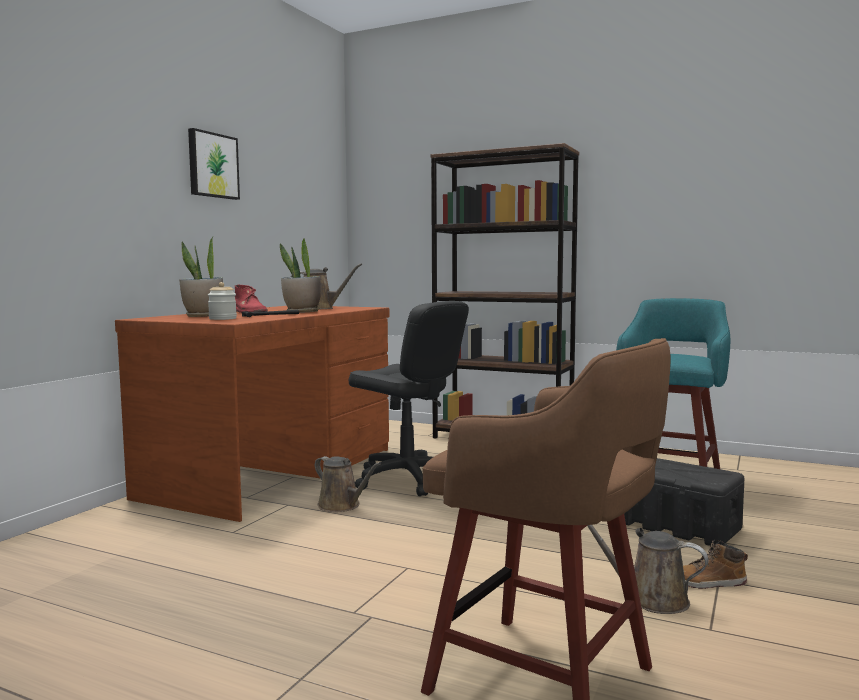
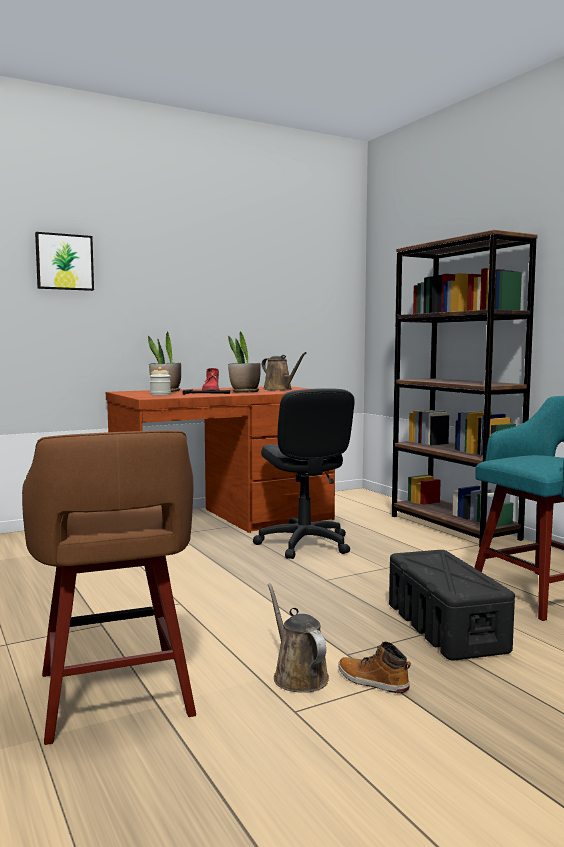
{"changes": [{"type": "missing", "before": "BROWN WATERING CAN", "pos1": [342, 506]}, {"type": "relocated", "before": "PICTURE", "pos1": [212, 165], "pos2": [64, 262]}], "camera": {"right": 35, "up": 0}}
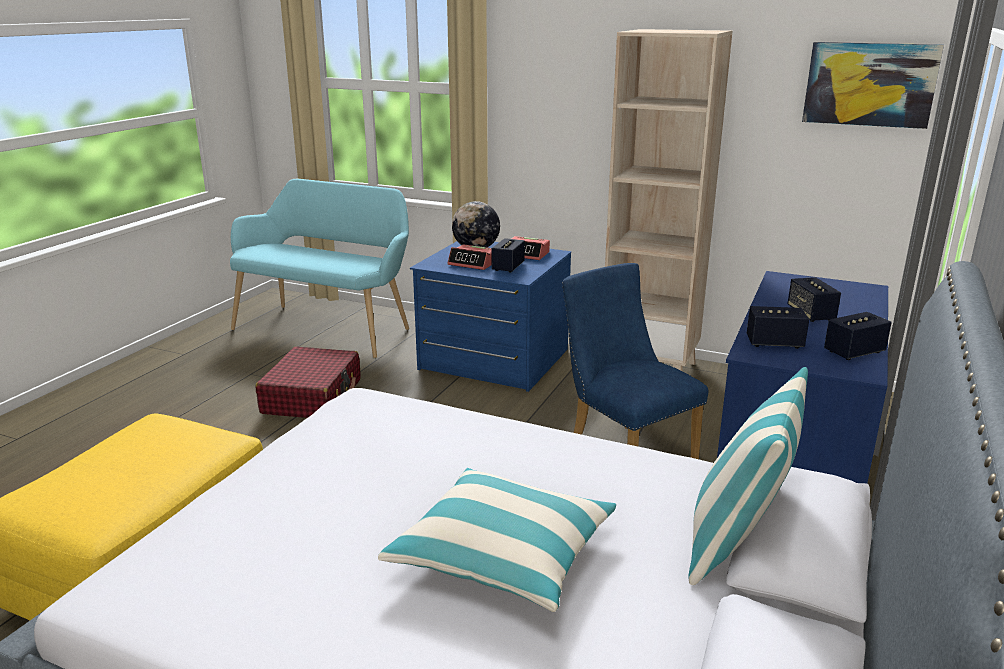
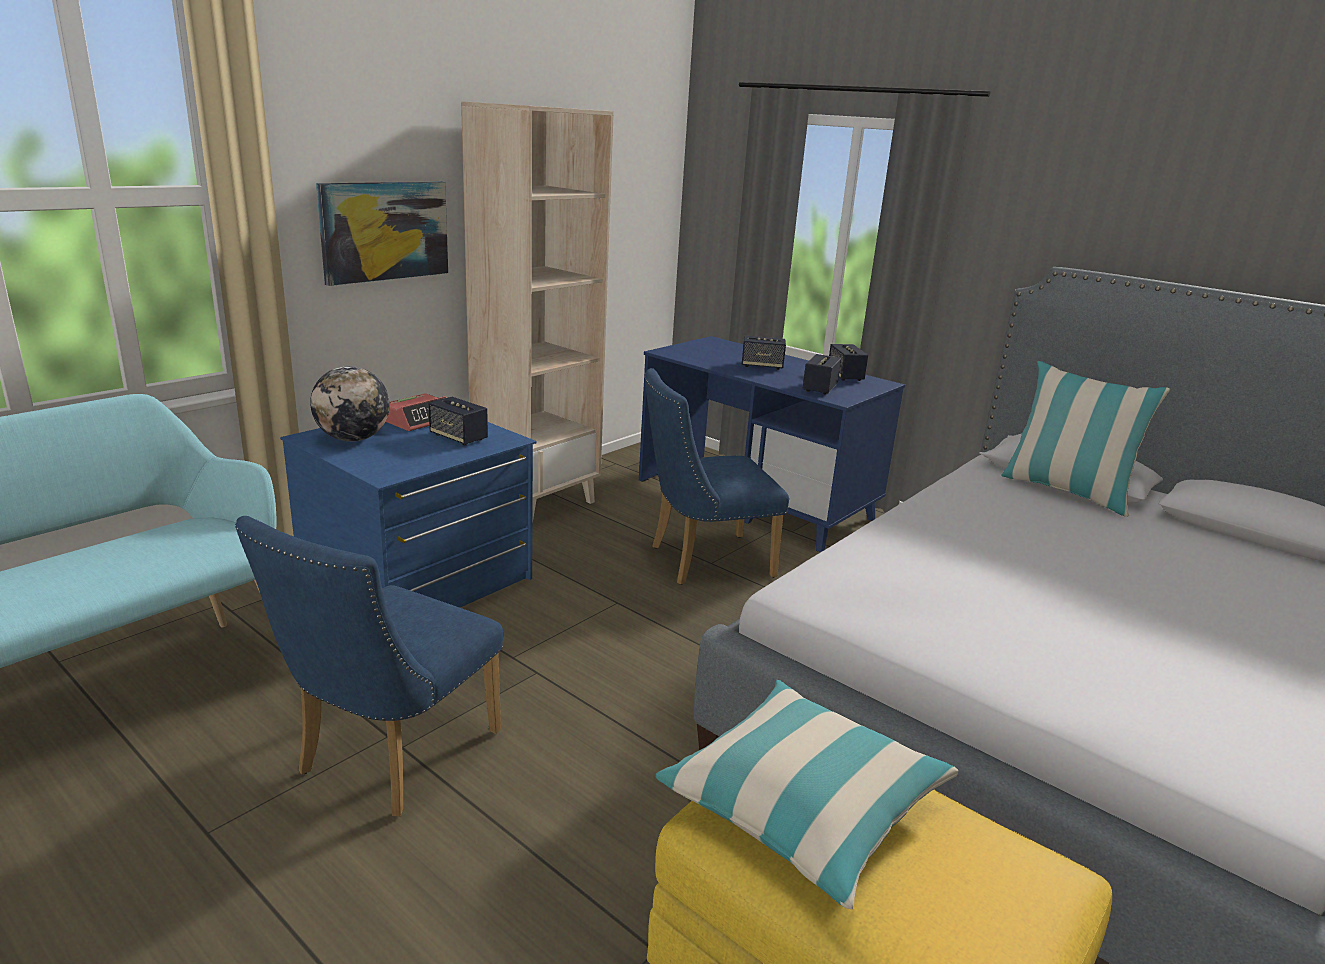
{"changes": [{"type": "missing", "before": "ALARM CLOCK", "pos1": [473, 263]}, {"type": "relocated", "before": "PILLOW", "pos1": [503, 555], "pos2": [803, 804]}, {"type": "relocated", "before": "PICTURE", "pos1": [869, 84], "pos2": [384, 231]}, {"type": "exchanged", "before": "RED SUITCASE", "after": "BLUE CHAIR", "pos1": [312, 396], "pos2": [389, 758]}], "camera": {"right": -75, "up": 0}}
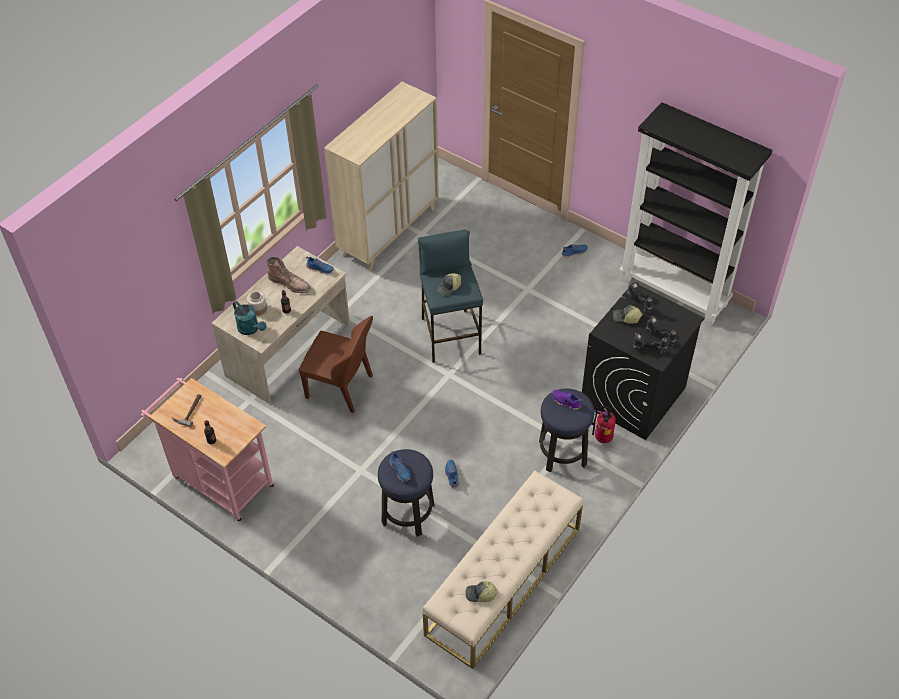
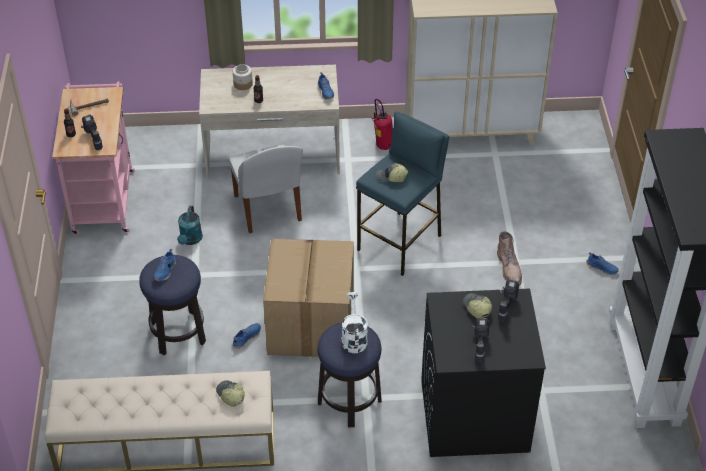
{"changes": [{"type": "appeared", "after": "CARDBOARD BOX", "pos2": [310, 323]}, {"type": "relocated", "before": "TURQUOISE WATERING CAN", "pos1": [251, 329], "pos2": [190, 240]}, {"type": "relocated", "before": "BROWN BOOT", "pos1": [290, 283], "pos2": [509, 269]}, {"type": "relocated", "before": "CAP", "pos1": [480, 594], "pos2": [230, 395]}, {"type": "relocated", "before": "FIRE EXTINGUISHER", "pos1": [602, 438], "pos2": [383, 146]}, {"type": "relocated", "before": "POWER DRILL", "pos1": [647, 350], "pos2": [93, 139]}, {"type": "exchanged", "before": "PURPLE SHOE", "after": "WHITE WATERING CAN", "pos1": [566, 402], "pos2": [353, 337]}, {"type": "colour", "before": "BROWN CHAIR", "after": "WHITE CHAIR", "pos1": [341, 388], "pos2": [268, 210]}], "camera": {"right": 50, "up": -5}}
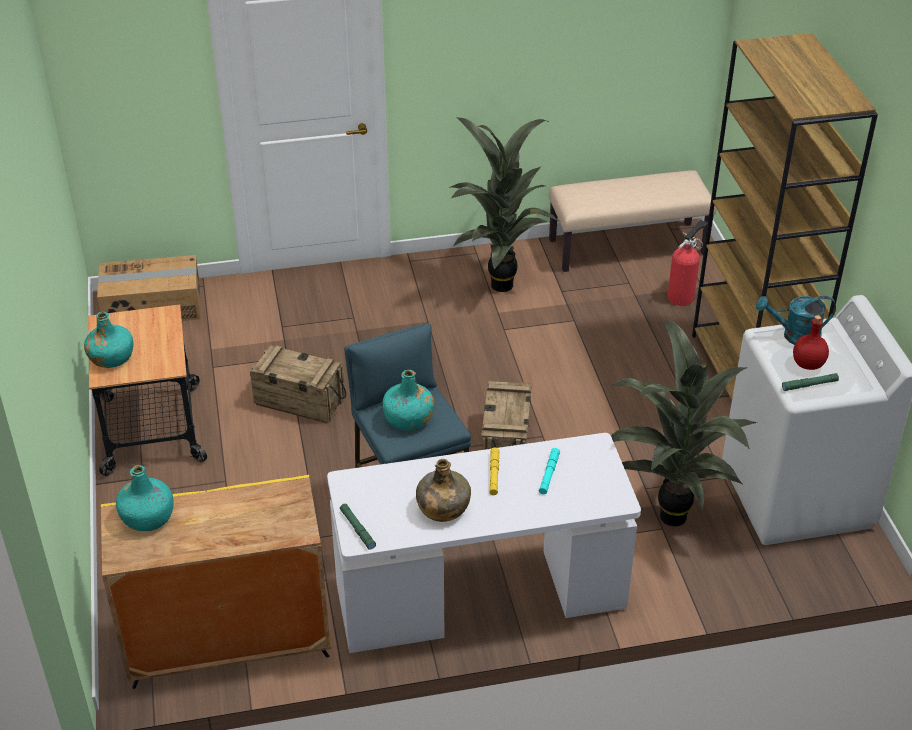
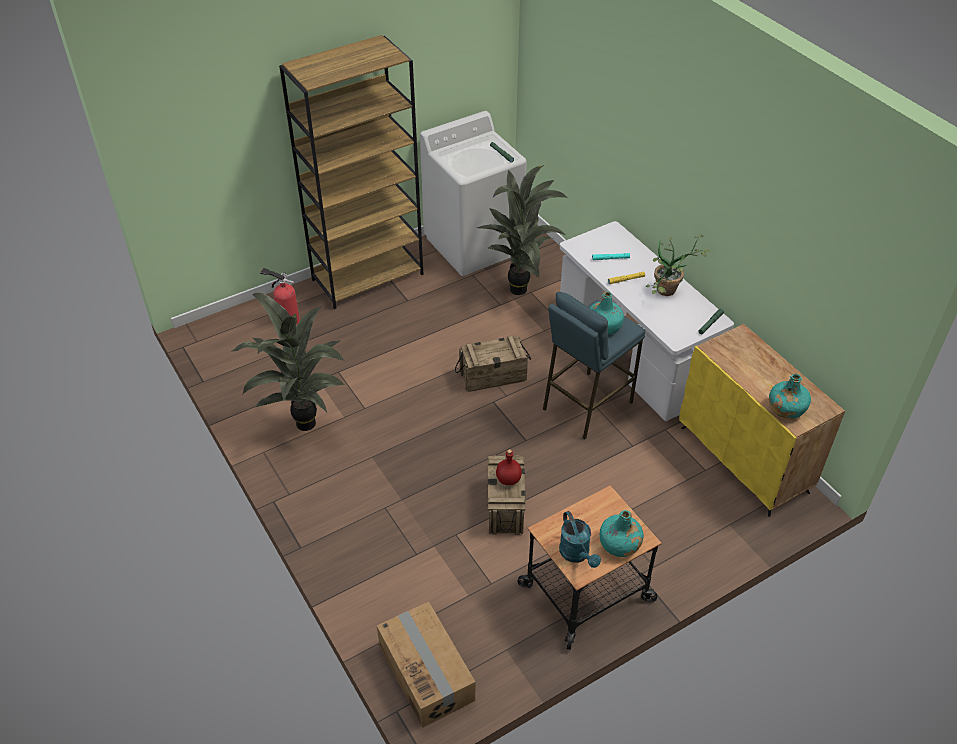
{"changes": [{"type": "missing", "before": "BEIGE BENCH", "pos1": [627, 246]}, {"type": "relocated", "before": "TURQUOISE WATERING CAN", "pos1": [794, 336], "pos2": [577, 555]}, {"type": "relocated", "before": "RED BOTTLE", "pos1": [807, 364], "pos2": [508, 480]}, {"type": "exchanged", "before": "GREEN BOTTLE", "after": "POTTED PLANT", "pos1": [442, 508], "pos2": [668, 293]}], "camera": {"right": -110, "up": 5}}
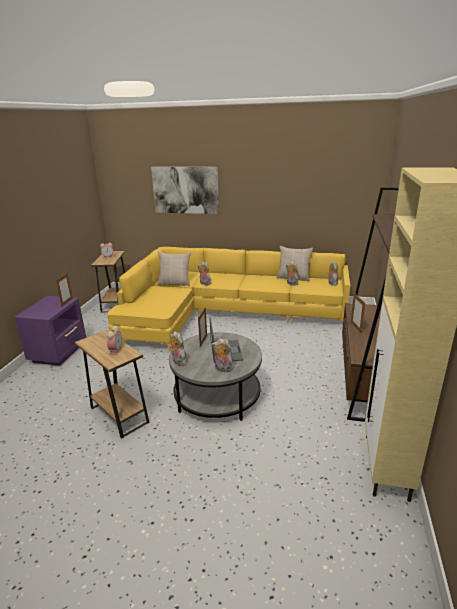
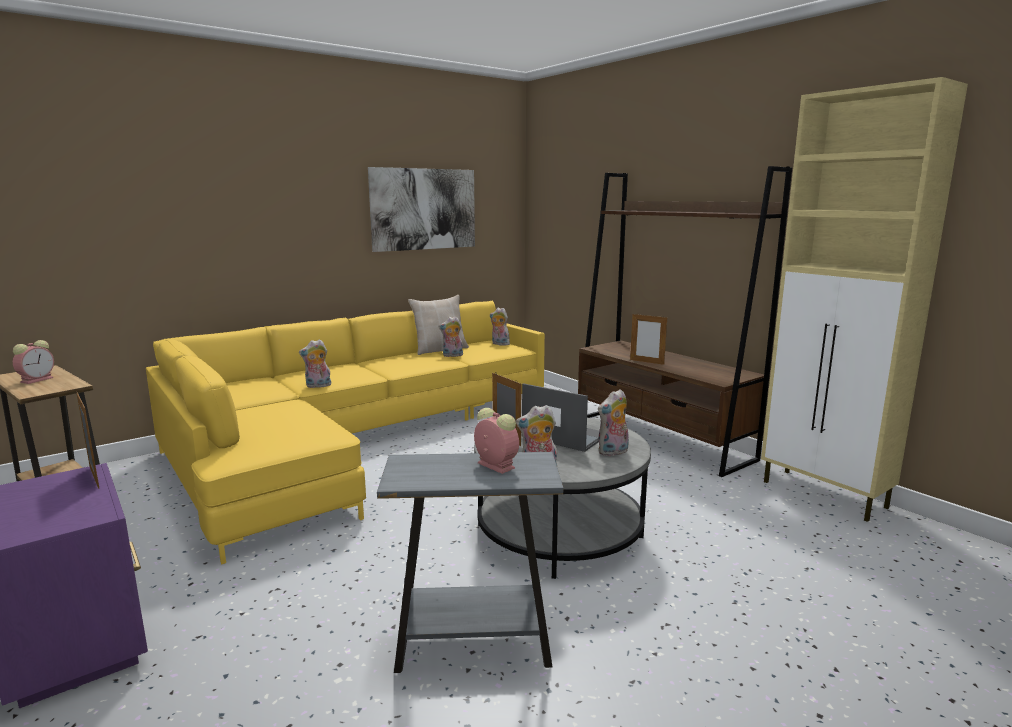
{"changes": [{"type": "missing", "before": "BEIGE PILLOW", "pos1": [175, 283]}, {"type": "relocated", "before": "PICTURE", "pos1": [185, 190], "pos2": [424, 209]}, {"type": "colour", "before": "BROWN SIDE TABLE", "after": "GREY SIDE TABLE", "pos1": [119, 415], "pos2": [473, 644]}], "camera": {"right": -50, "up": -10}}
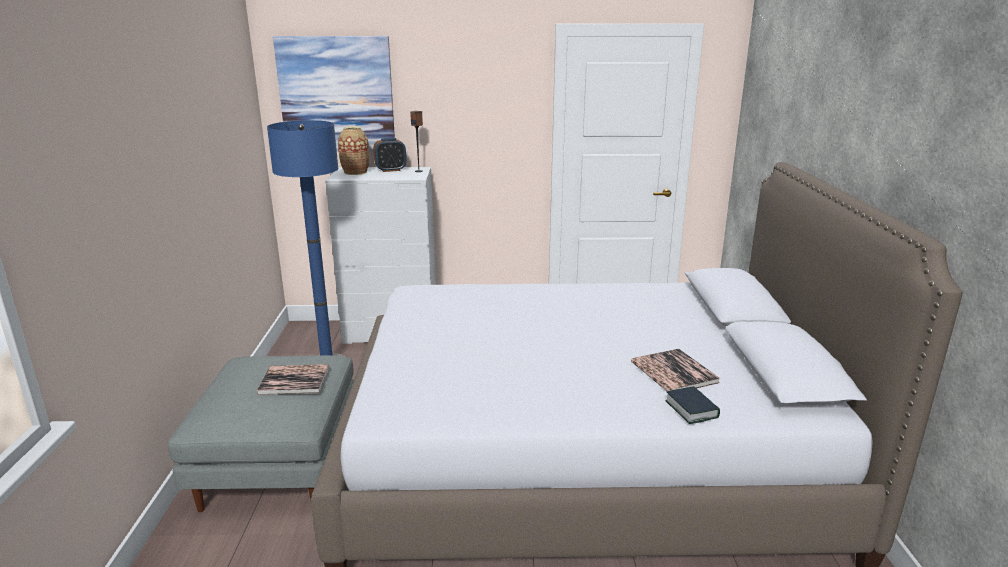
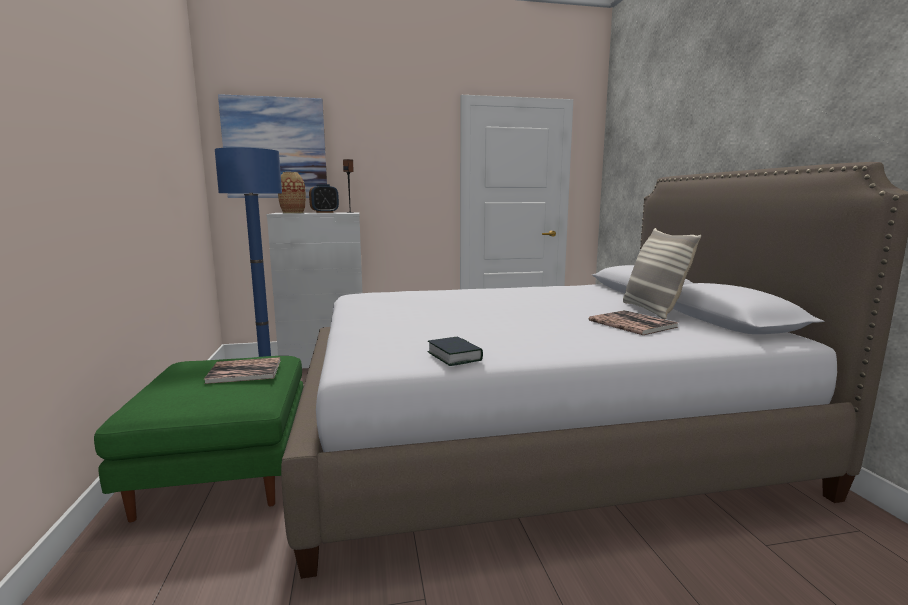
{"changes": [{"type": "appeared", "after": "PILLOW", "pos2": [652, 311]}, {"type": "relocated", "before": "BOOK", "pos1": [691, 409], "pos2": [454, 356]}, {"type": "colour", "before": "GREY OTTOMAN", "after": "GREEN OTTOMAN", "pos1": [280, 465], "pos2": [225, 468]}], "camera": {"right": -10, "up": -10}}
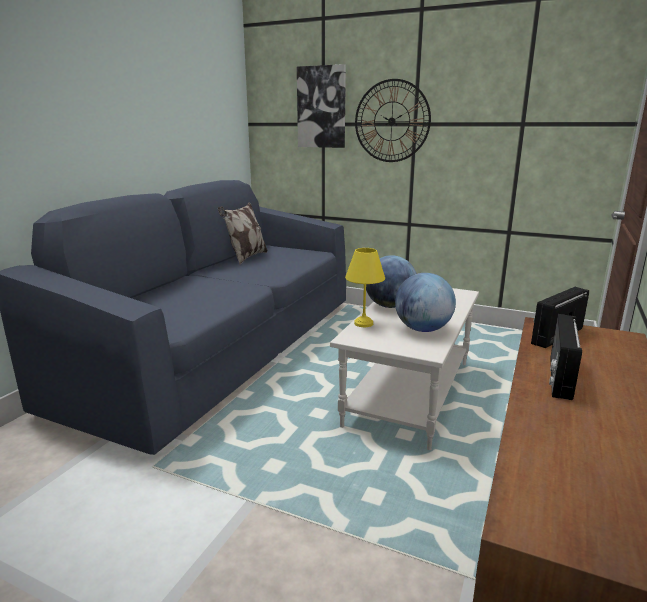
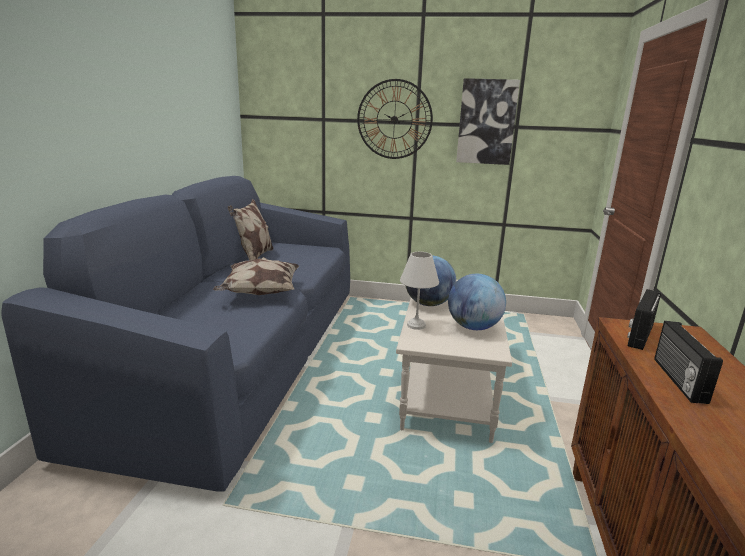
{"changes": [{"type": "appeared", "after": "PILLOW", "pos2": [260, 293]}, {"type": "relocated", "before": "PICTURE", "pos1": [321, 107], "pos2": [486, 122]}, {"type": "colour", "before": "YELLOW TABLE LAMP", "after": "WHITE TABLE LAMP", "pos1": [363, 323], "pos2": [416, 325]}], "camera": {"right": -15, "up": 0}}
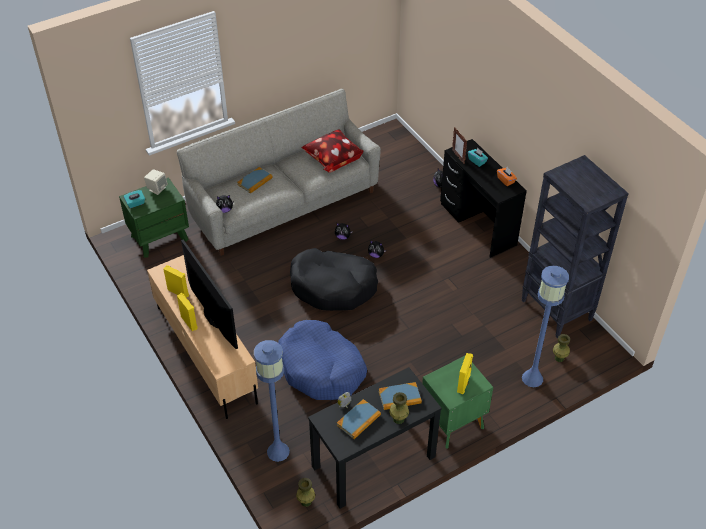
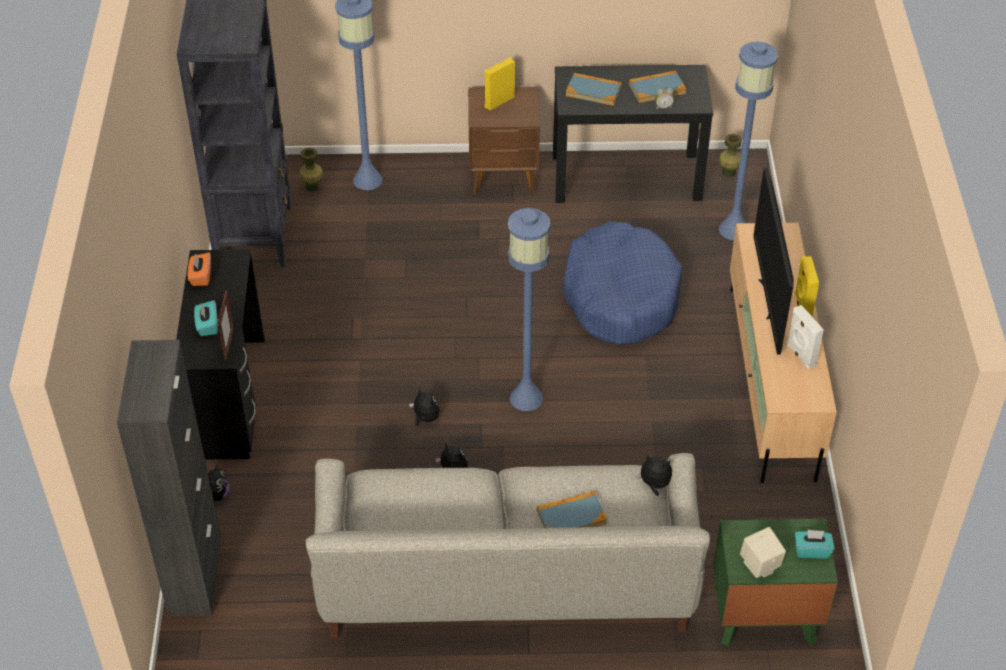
{"changes": [{"type": "missing", "before": "PILLOW", "pos1": [332, 160]}, {"type": "missing", "before": "GREEN VASE", "pos1": [398, 419]}, {"type": "appeared", "after": "BLACK CABINET", "pos2": [195, 576]}, {"type": "exchanged", "before": "BLACK DOG BED", "after": "BLUE FLOOR LAMP", "pos1": [333, 286], "pos2": [527, 398]}, {"type": "colour", "before": "YELLOW SPEAKER", "after": "WHITE SPEAKER", "pos1": [178, 292], "pos2": [800, 355]}, {"type": "colour", "before": "GREEN NIGHTSTAND", "after": "BROWN NIGHTSTAND", "pos1": [452, 423], "pos2": [505, 176]}], "camera": {"right": -150, "up": 0}}
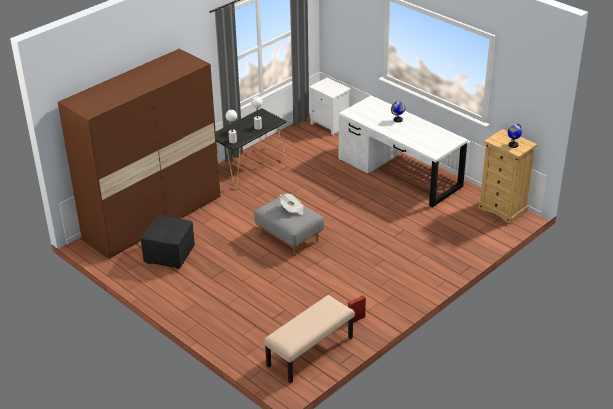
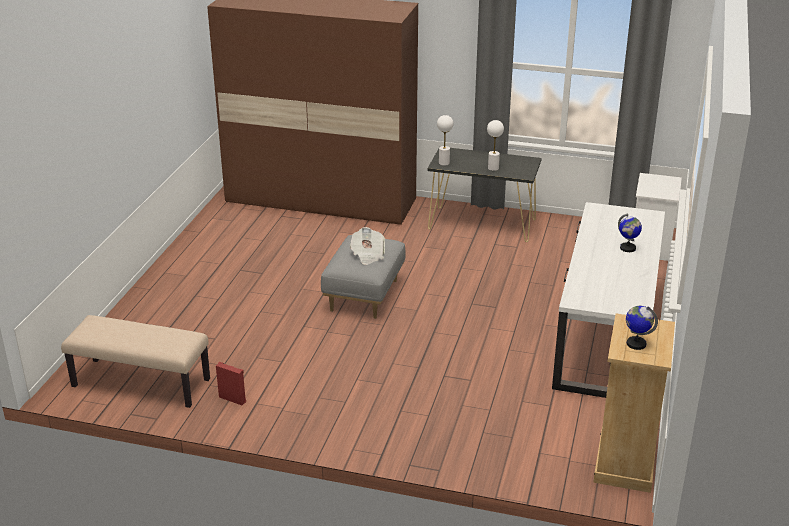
{"changes": [{"type": "missing", "before": "BLACK OTTOMAN", "pos1": [170, 255]}], "camera": {"right": 60, "up": -5}}
